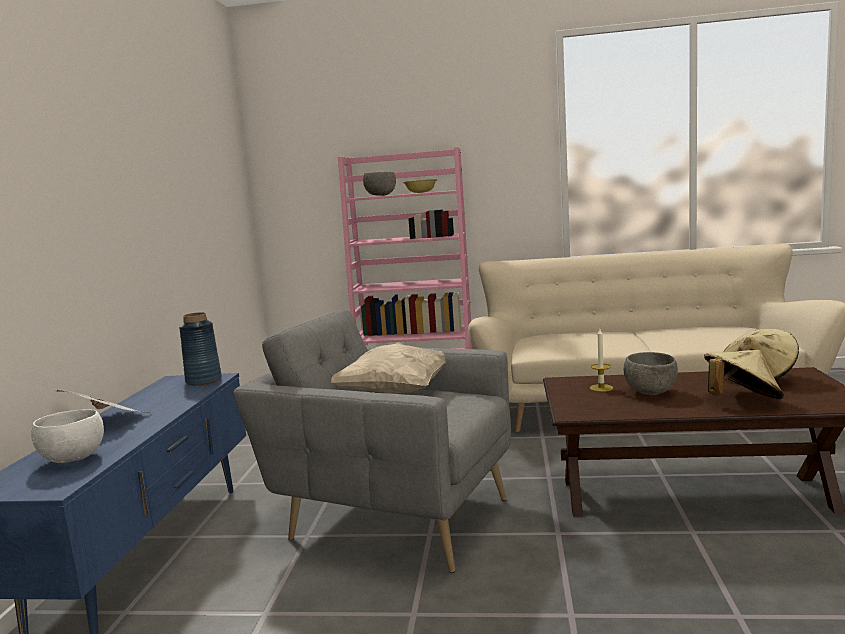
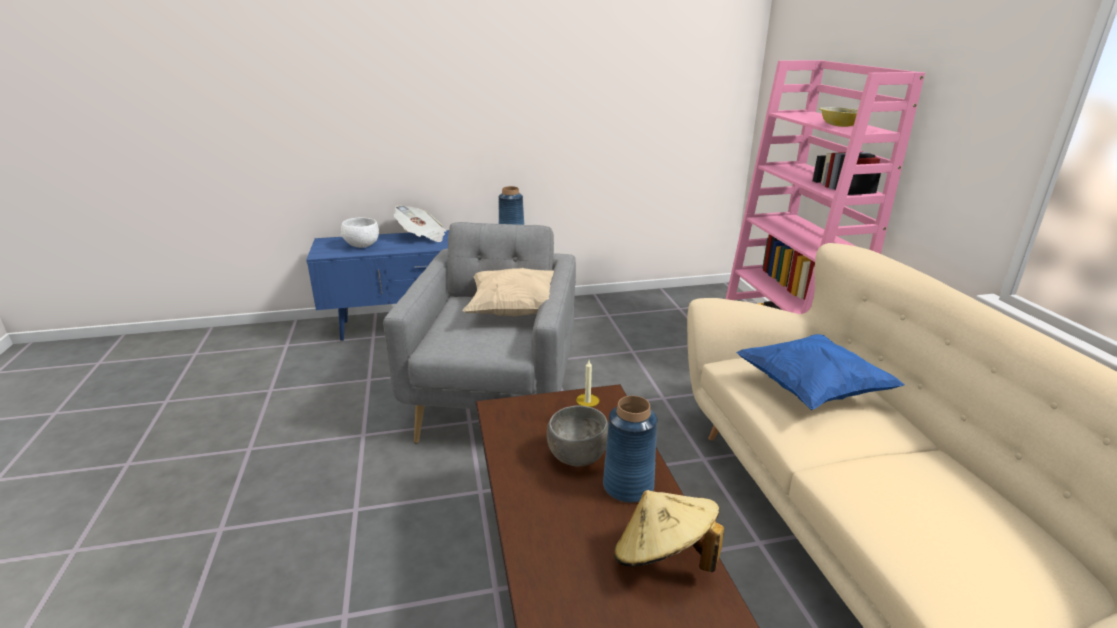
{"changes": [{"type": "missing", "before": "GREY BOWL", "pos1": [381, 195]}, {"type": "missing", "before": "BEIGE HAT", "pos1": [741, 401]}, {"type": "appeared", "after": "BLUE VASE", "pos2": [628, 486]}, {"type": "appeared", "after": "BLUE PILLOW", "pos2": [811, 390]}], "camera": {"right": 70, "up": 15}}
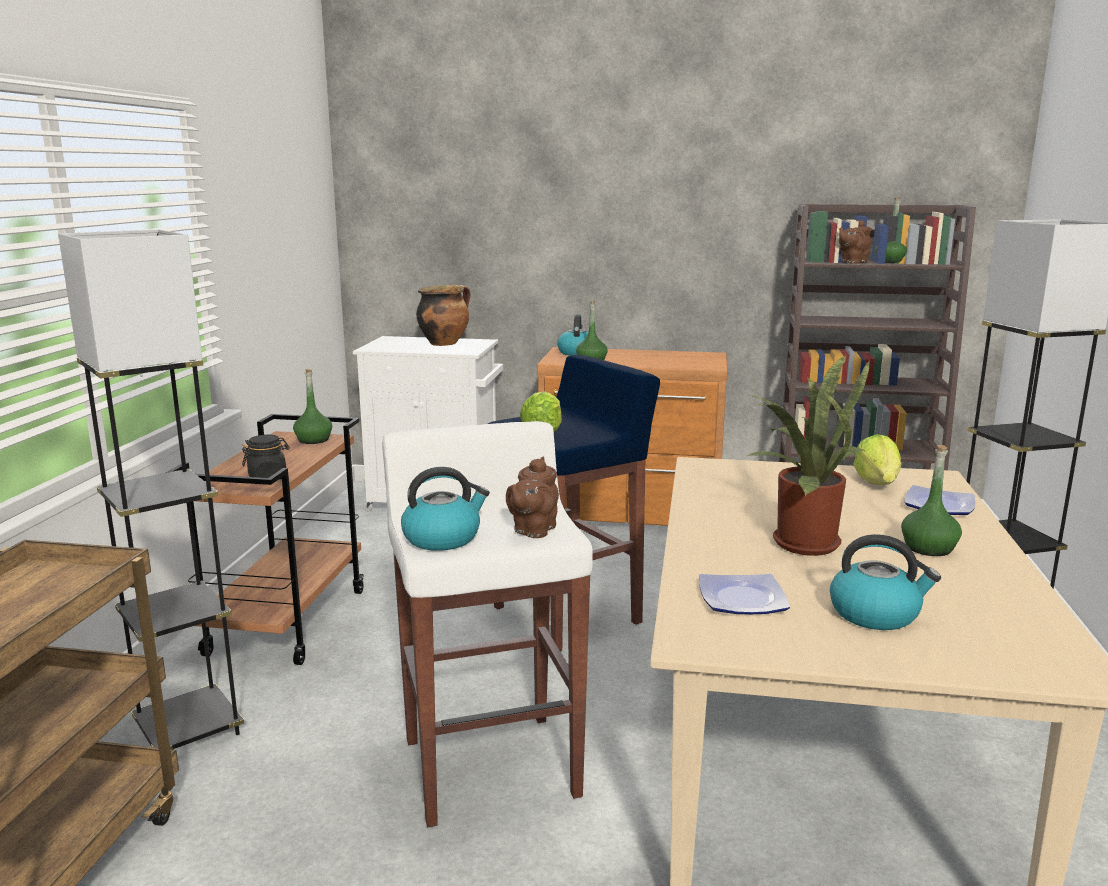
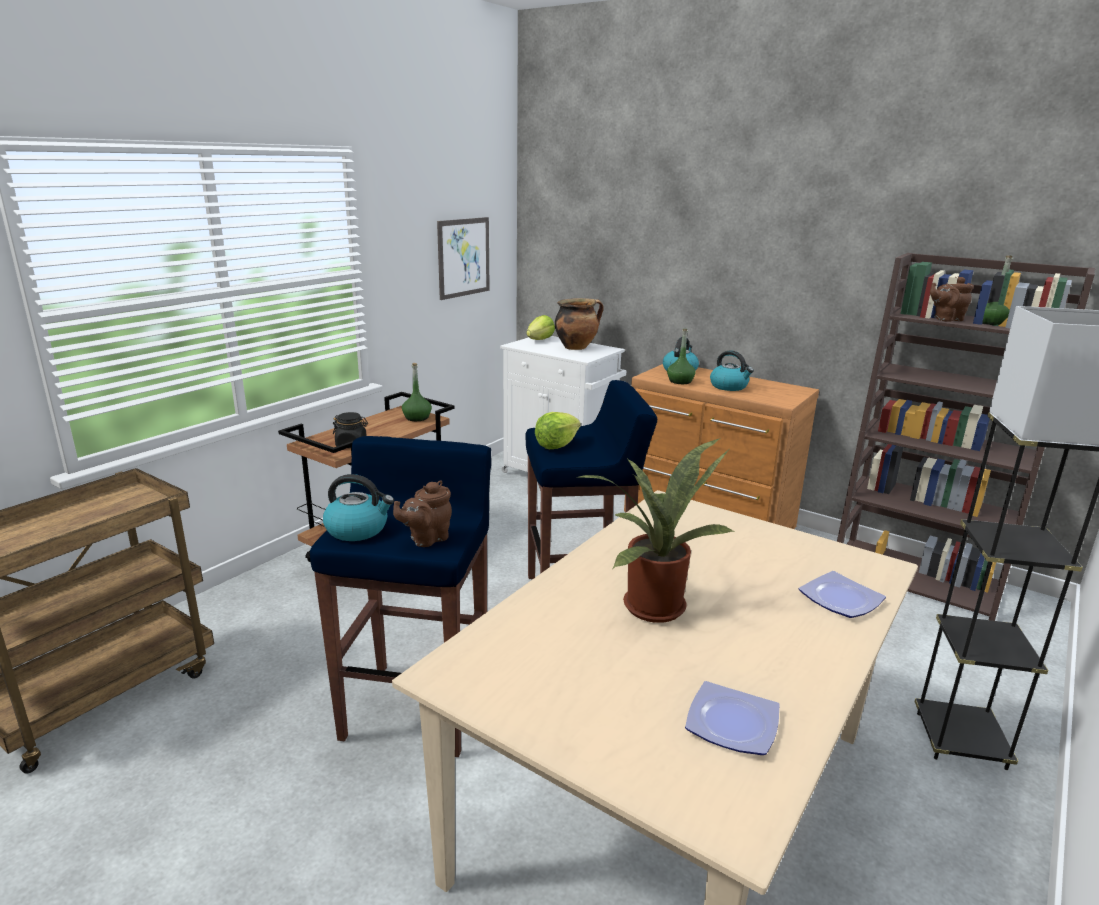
{"changes": [{"type": "missing", "before": "GREY FLOOR LAMP", "pos1": [189, 730]}, {"type": "missing", "before": "GREEN BOTTLE", "pos1": [929, 548]}, {"type": "appeared", "after": "PICTURE", "pos2": [464, 257]}, {"type": "relocated", "before": "PLATE", "pos1": [743, 599], "pos2": [734, 723]}, {"type": "relocated", "before": "KETTLE", "pos1": [876, 614], "pos2": [729, 386]}, {"type": "relocated", "before": "LETTUCE", "pos1": [877, 483], "pos2": [540, 340]}, {"type": "colour", "before": "WHITE STOOL", "after": "BLUE STOOL", "pos1": [490, 765], "pos2": [417, 707]}], "camera": {"right": 25, "up": 5}}
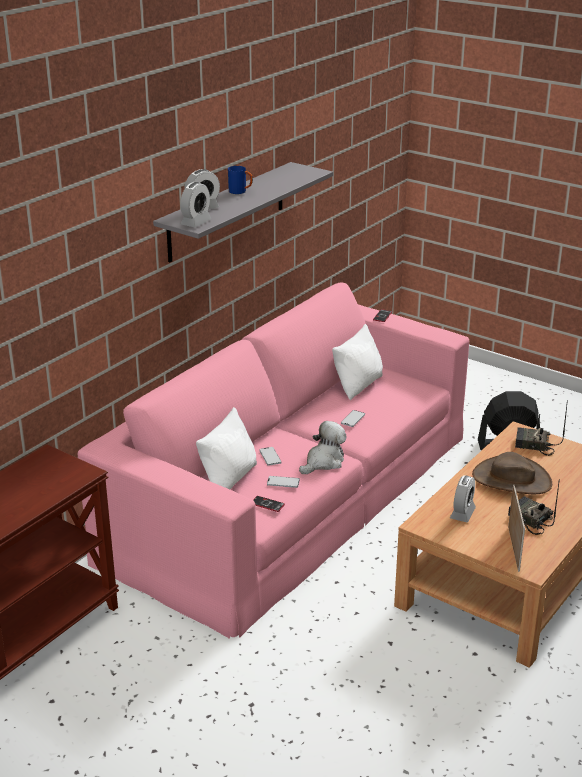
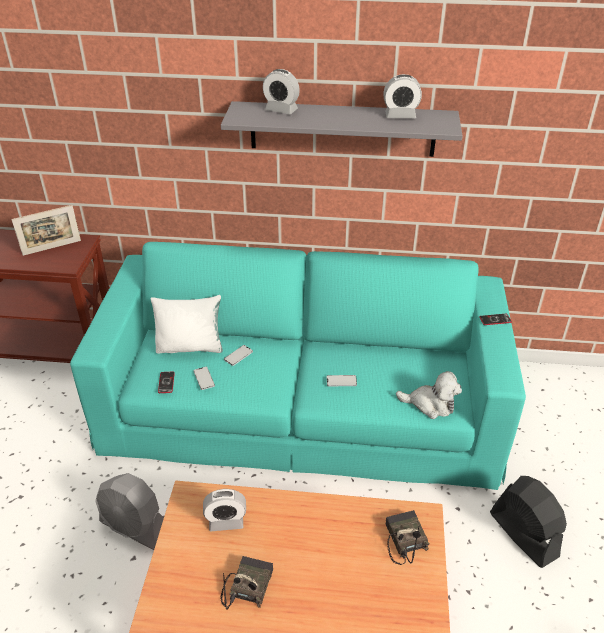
{"changes": [{"type": "missing", "before": "BLUE MUG", "pos1": [240, 192]}, {"type": "missing", "before": "WHITE PILLOW", "pos1": [358, 385]}, {"type": "missing", "before": "BROWN HAT", "pos1": [511, 479]}, {"type": "appeared", "after": "GREY FAN", "pos2": [135, 528]}, {"type": "relocated", "before": "ALARM CLOCK", "pos1": [196, 222], "pos2": [400, 115]}, {"type": "relocated", "before": "PLUSH TOY", "pos1": [323, 462], "pos2": [430, 404]}, {"type": "relocated", "before": "PICTURE FRAME", "pos1": [513, 548], "pos2": [52, 248]}, {"type": "colour", "before": "PINK SOFA", "after": "TURQUOISE SOFA", "pos1": [290, 494], "pos2": [302, 405]}], "camera": {"right": 60, "up": 10}}
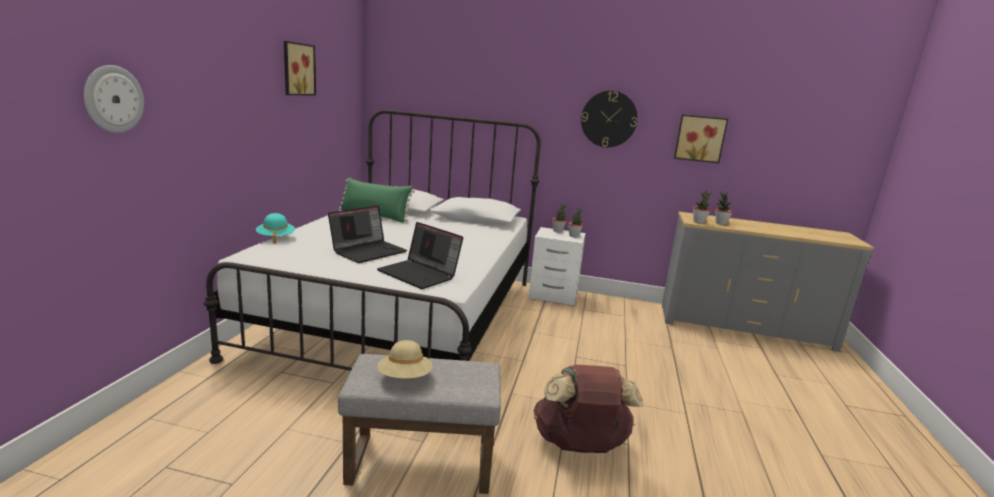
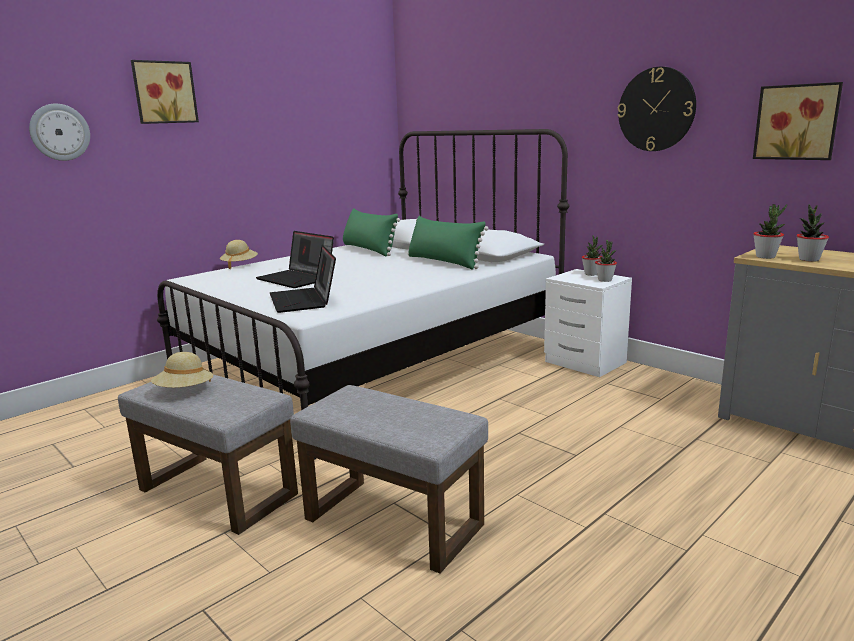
{"changes": [{"type": "appeared", "after": "GREEN PILLOW", "pos2": [444, 262]}, {"type": "relocated", "before": "PICTURE", "pos1": [297, 69], "pos2": [164, 92]}, {"type": "exchanged", "before": "BROWN BACKPACK", "after": "GREY OTTOMAN", "pos1": [580, 446], "pos2": [390, 522]}, {"type": "colour", "before": "TURQUOISE HAT", "after": "BEIGE HAT", "pos1": [276, 238], "pos2": [239, 265]}, {"type": "spun", "before": "LAPTOP", "pos1": [368, 251], "pos2": [297, 279], "turn": 60}], "camera": {"right": 35, "up": 0}}
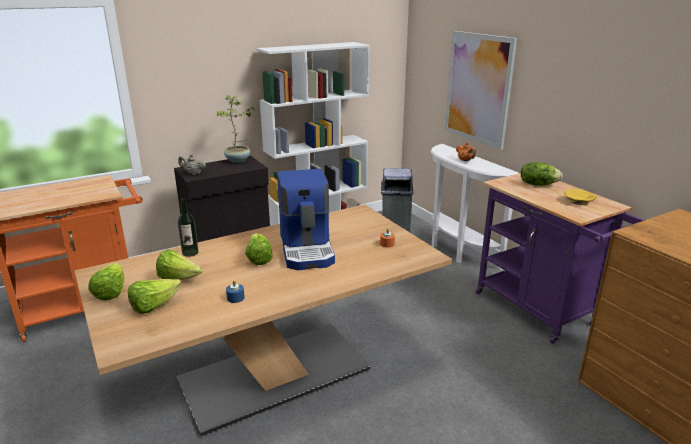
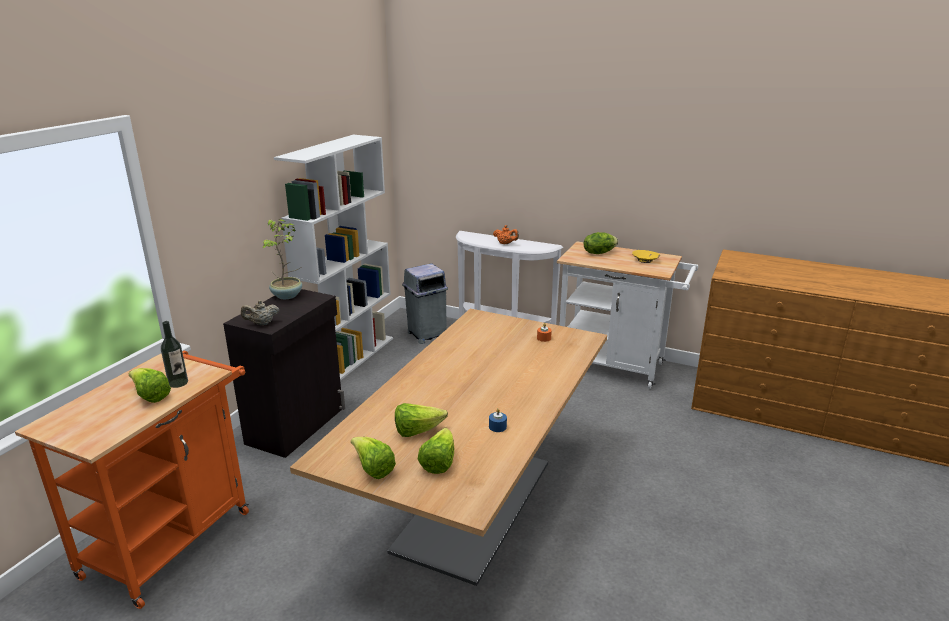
{"changes": [{"type": "missing", "before": "COFFEE MACHINE", "pos1": [307, 249]}, {"type": "missing", "before": "PICTURE", "pos1": [478, 88]}, {"type": "relocated", "before": "BOTTLE", "pos1": [190, 253], "pos2": [178, 383]}, {"type": "relocated", "before": "LETTUCE", "pos1": [258, 259], "pos2": [150, 396]}, {"type": "colour", "before": "PURPLE CART", "after": "WHITE CART", "pos1": [540, 312], "pos2": [617, 367]}], "camera": {"right": -35, "up": 0}}
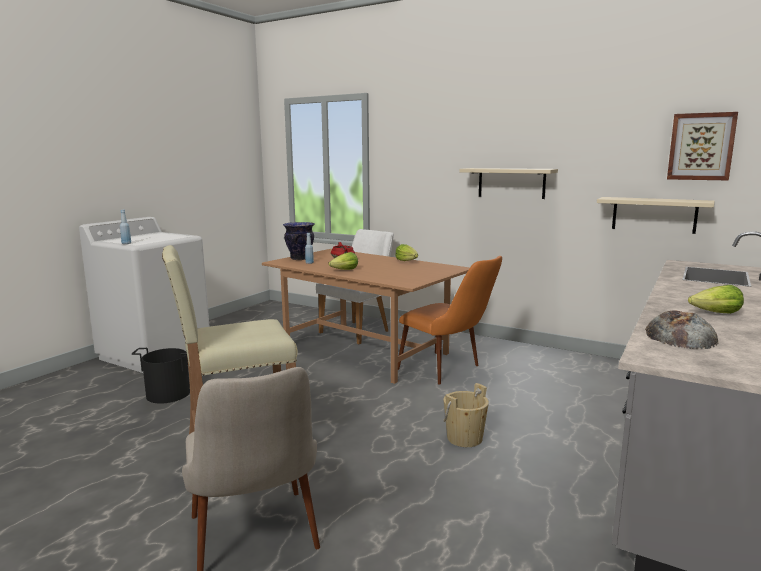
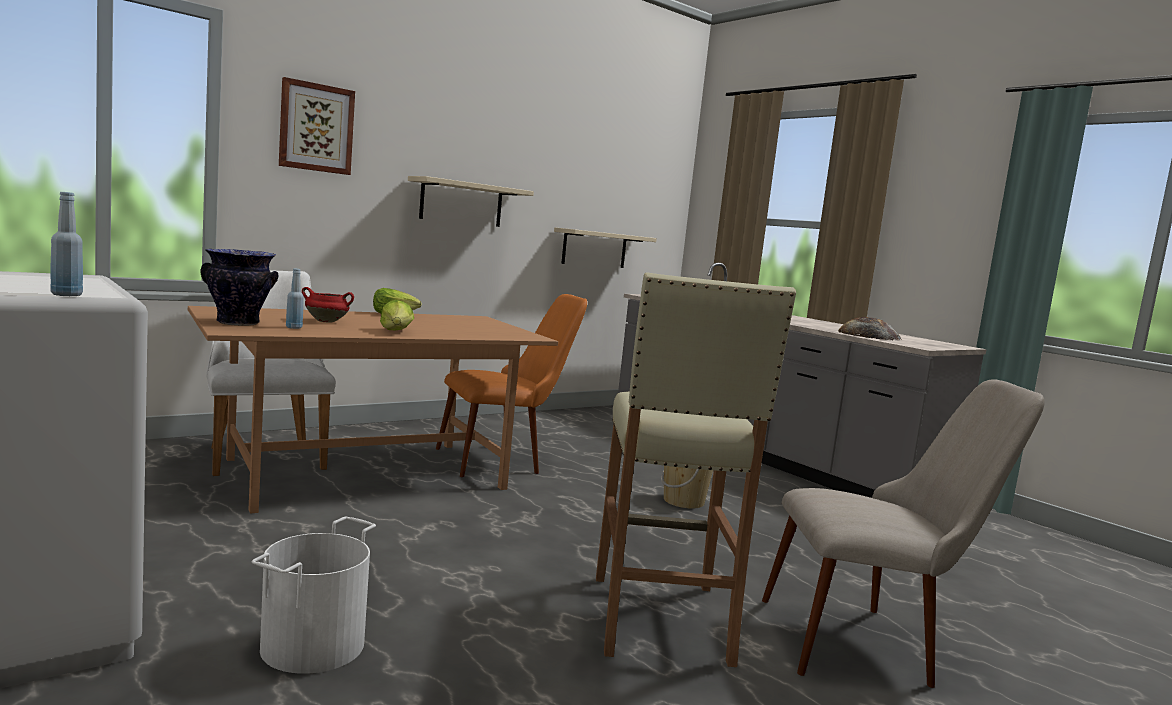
{"changes": [{"type": "missing", "before": "LETTUCE", "pos1": [716, 313]}, {"type": "relocated", "before": "PICTURE", "pos1": [701, 146], "pos2": [316, 128]}, {"type": "colour", "before": "BLACK BUCKET", "after": "WHITE BUCKET", "pos1": [168, 394], "pos2": [311, 645]}], "camera": {"right": -70, "up": -5}}
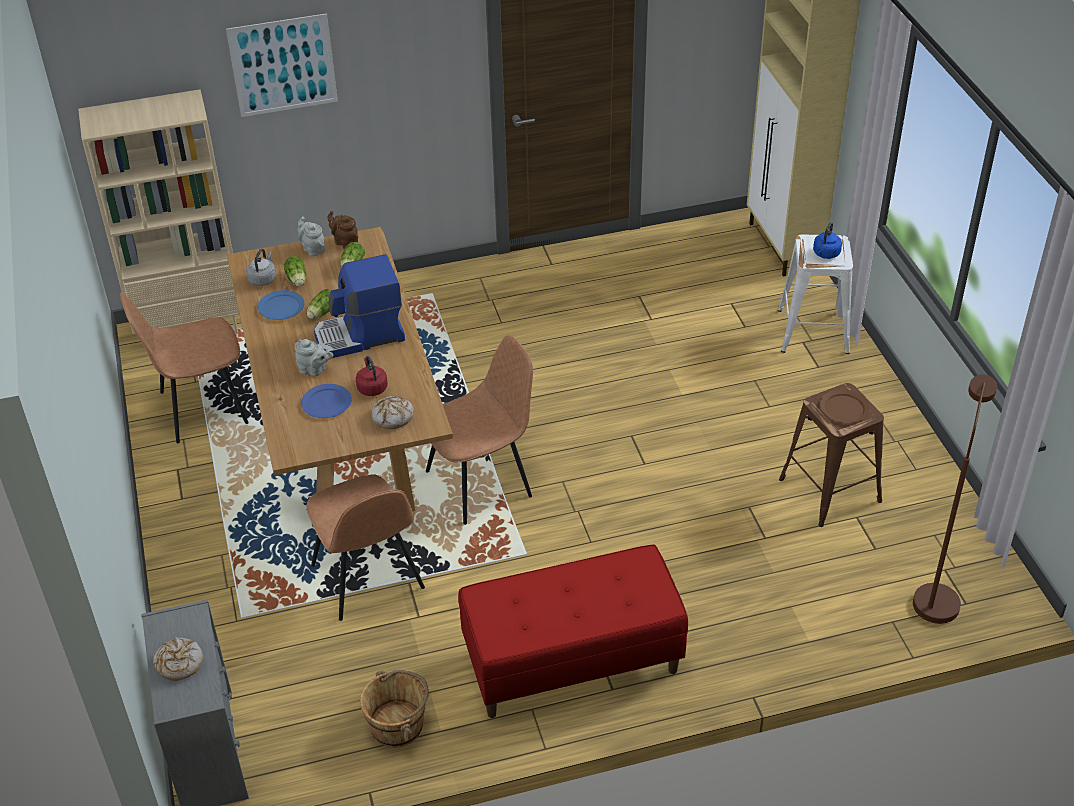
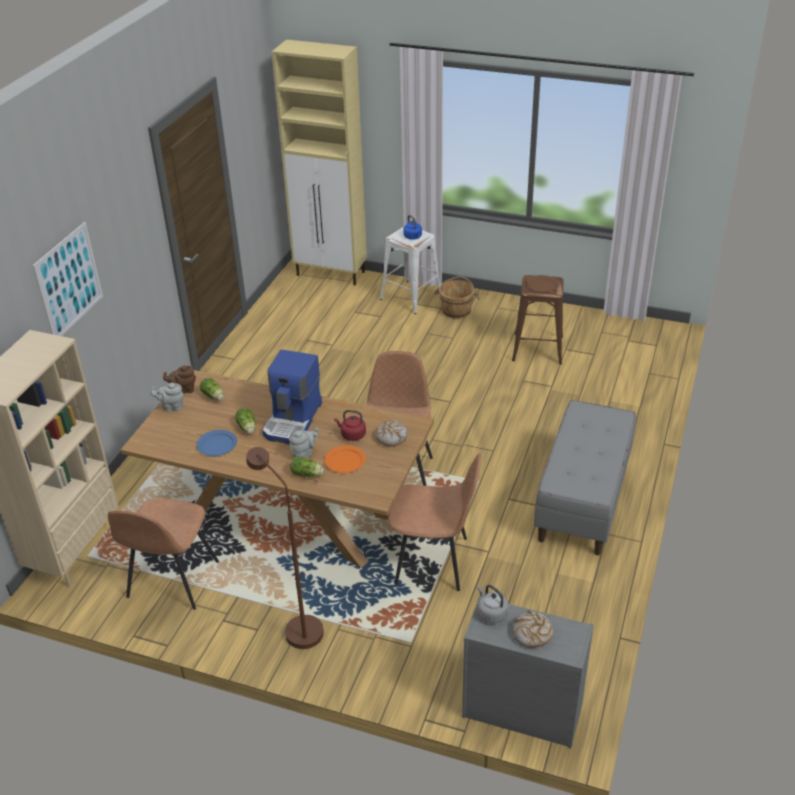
{"changes": [{"type": "relocated", "before": "GREY KETTLE", "pos1": [263, 279], "pos2": [491, 613]}, {"type": "relocated", "before": "LETTUCE", "pos1": [297, 280], "pos2": [308, 474]}, {"type": "relocated", "before": "BROWN BUCKET", "pos1": [398, 725], "pos2": [456, 310]}, {"type": "relocated", "before": "BROWN FLOOR LAMP", "pos1": [936, 595], "pos2": [297, 627]}, {"type": "colour", "before": "BLUE PLATE", "after": "ORANGE PLATE", "pos1": [326, 403], "pos2": [345, 461]}, {"type": "colour", "before": "RED BENCH", "after": "GREY BENCH", "pos1": [572, 663], "pos2": [583, 501]}], "camera": {"right": -55, "up": -5}}
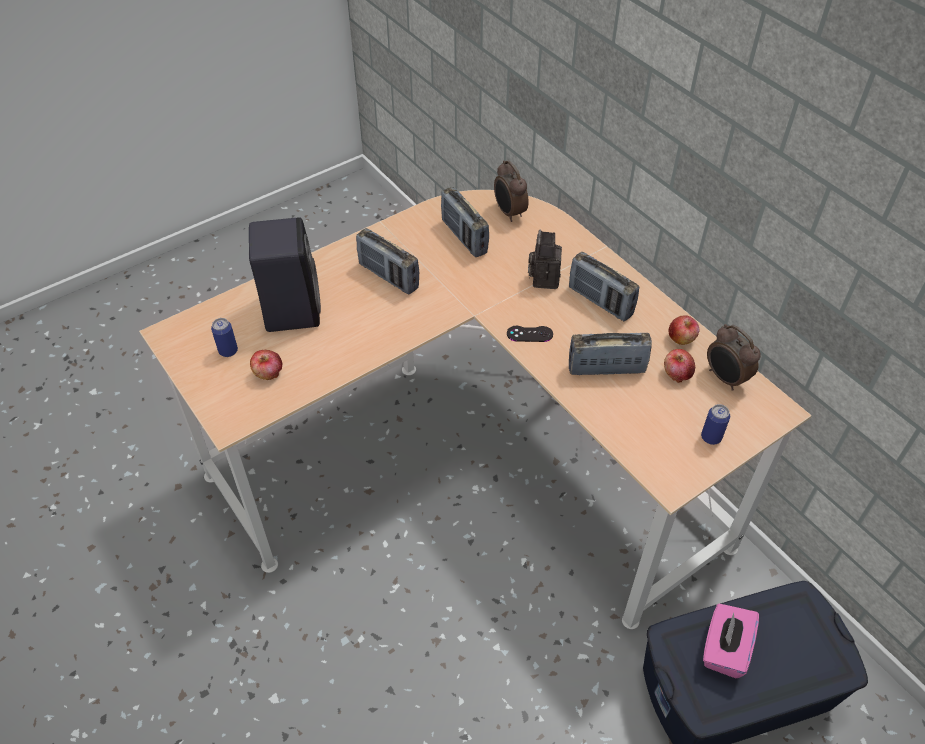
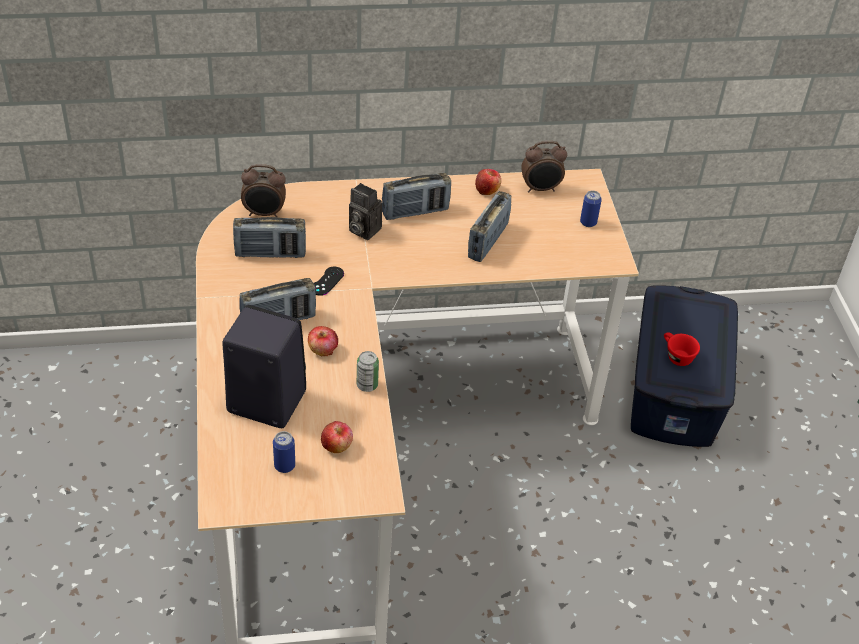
{"changes": [{"type": "appeared", "after": "CAN", "pos2": [367, 385]}, {"type": "relocated", "before": "BLACK GAME CONTROLLER", "pos1": [529, 334], "pos2": [327, 281]}, {"type": "relocated", "before": "APPLE", "pos1": [677, 374], "pos2": [323, 350]}, {"type": "exchanged", "before": "PINK TISSUE BOX", "after": "RED CUP", "pos1": [724, 649], "pos2": [676, 356]}], "camera": {"right": -65, "up": -5}}
